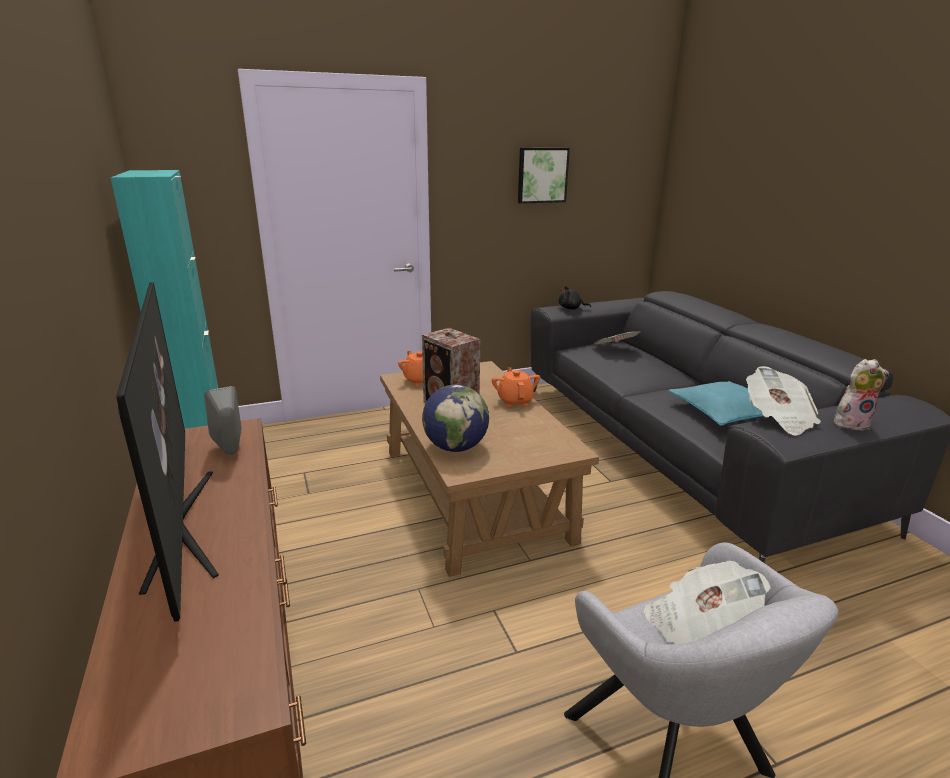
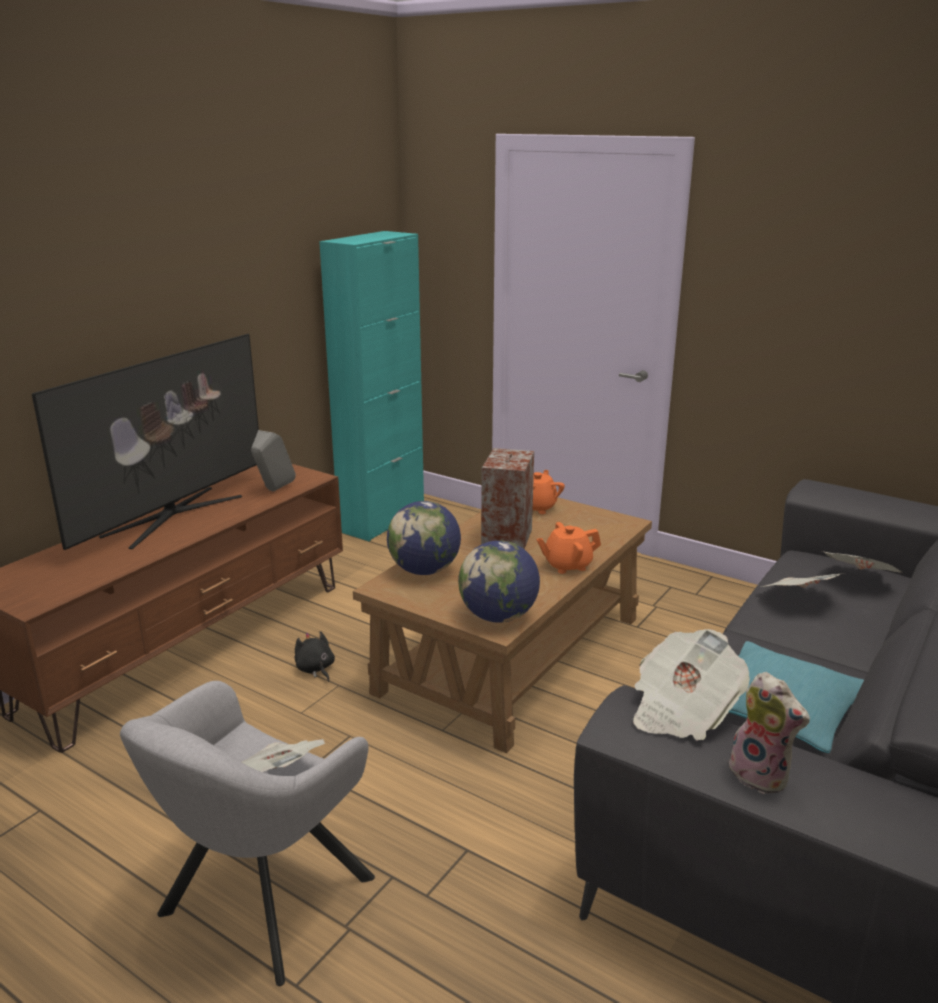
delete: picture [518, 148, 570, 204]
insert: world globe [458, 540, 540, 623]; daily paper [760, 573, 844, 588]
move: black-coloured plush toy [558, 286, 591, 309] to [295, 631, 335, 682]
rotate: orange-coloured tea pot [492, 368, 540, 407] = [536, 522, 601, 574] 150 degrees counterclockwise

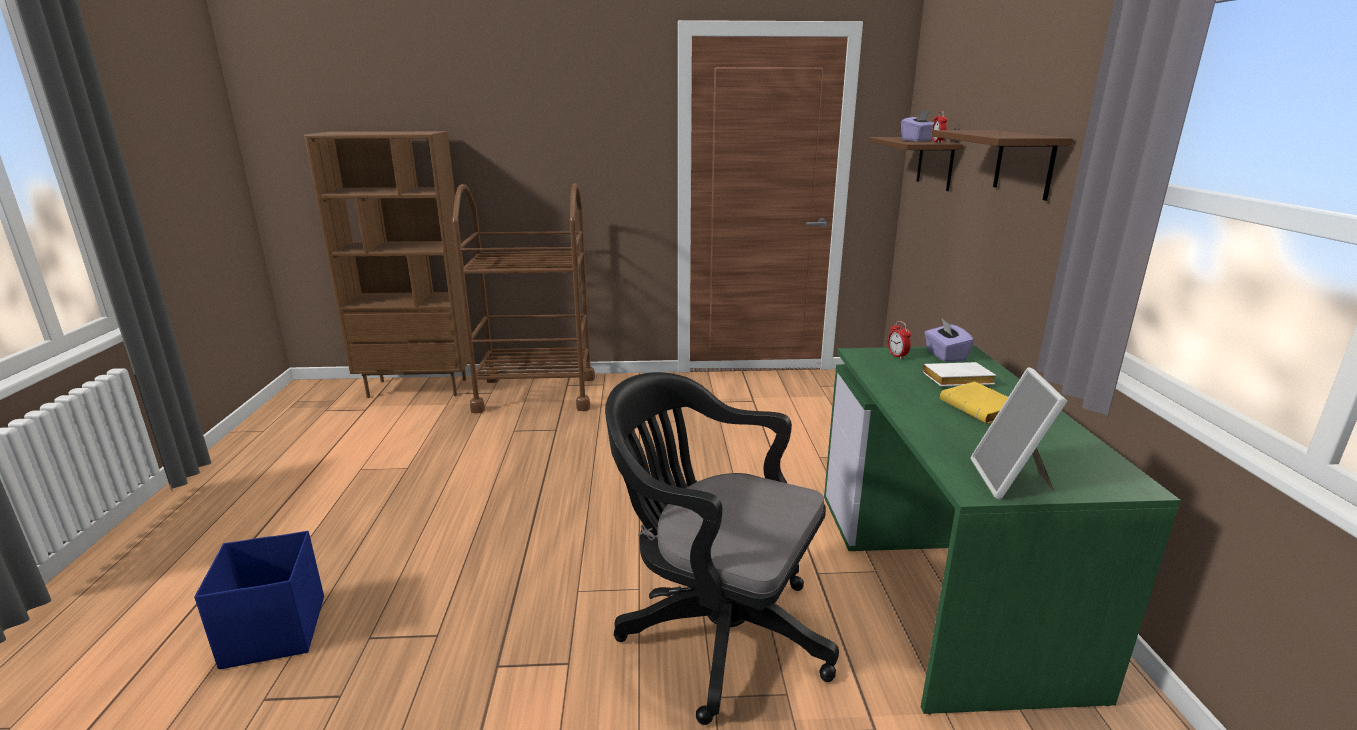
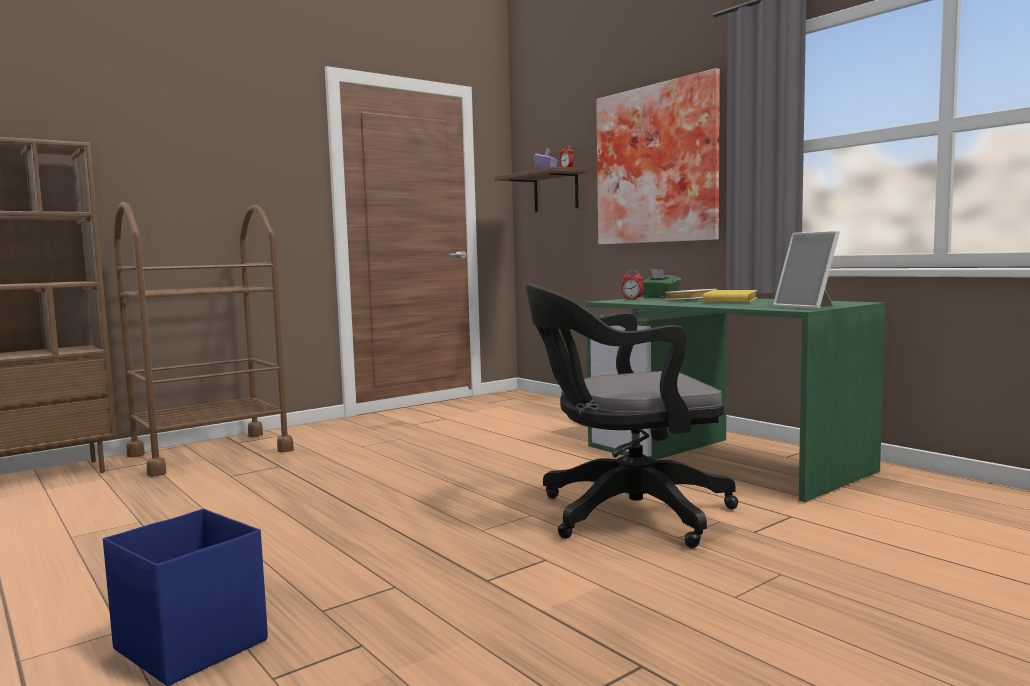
replace: brownish shelf [932, 130, 1073, 201] to picture [596, 68, 720, 244]
recolor: purplish tissue box [924, 319, 974, 362] to green tissue box [642, 269, 681, 298]

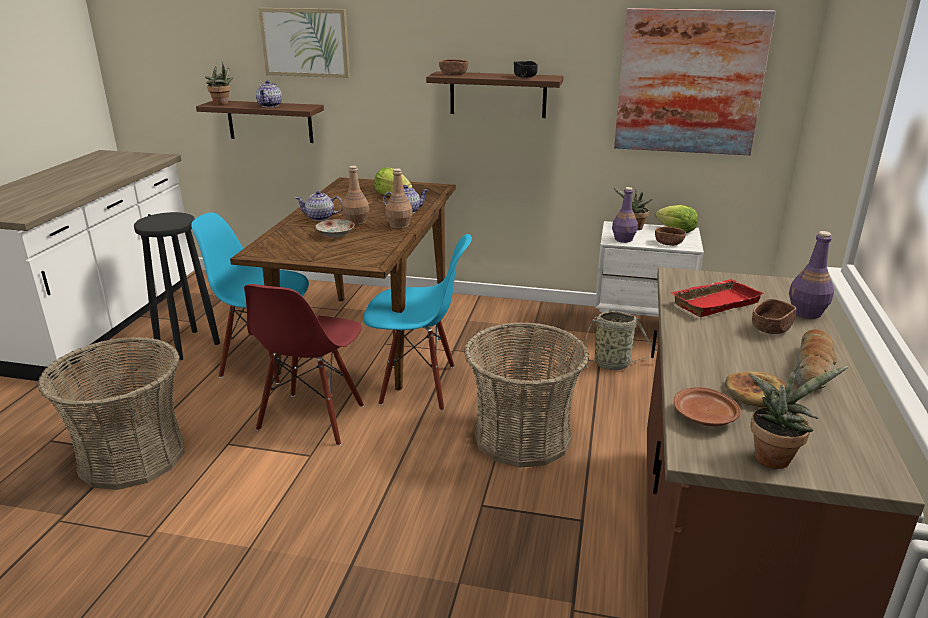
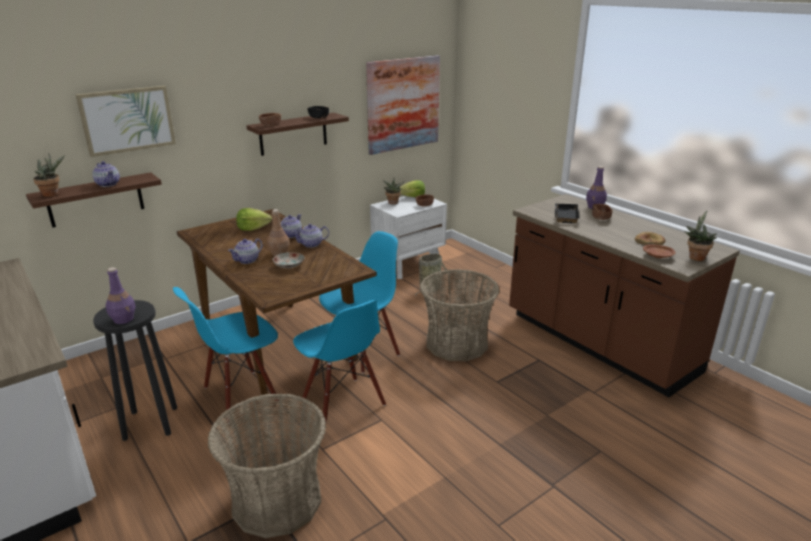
delete: bread [795, 329, 837, 390]
move: purplish drink bottle [612, 187, 638, 243] to [105, 267, 136, 324]
replace: brownish drink bottle [385, 168, 413, 229] to tea pot [291, 224, 329, 248]
recolor: red plain chair [244, 284, 364, 446] to bluish plain chair [293, 300, 386, 425]; red serving tray [670, 279, 765, 317] to black-coloured serving tray [555, 203, 580, 224]

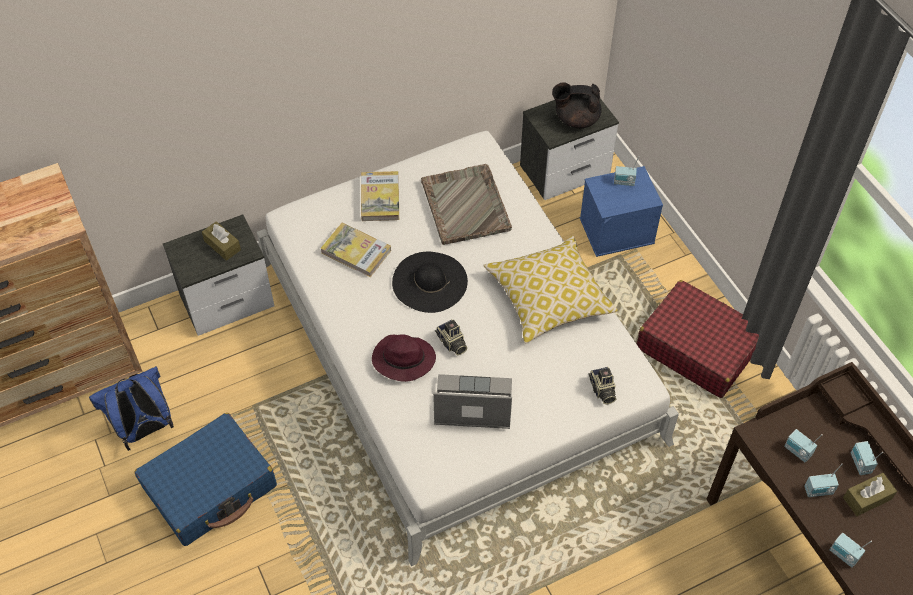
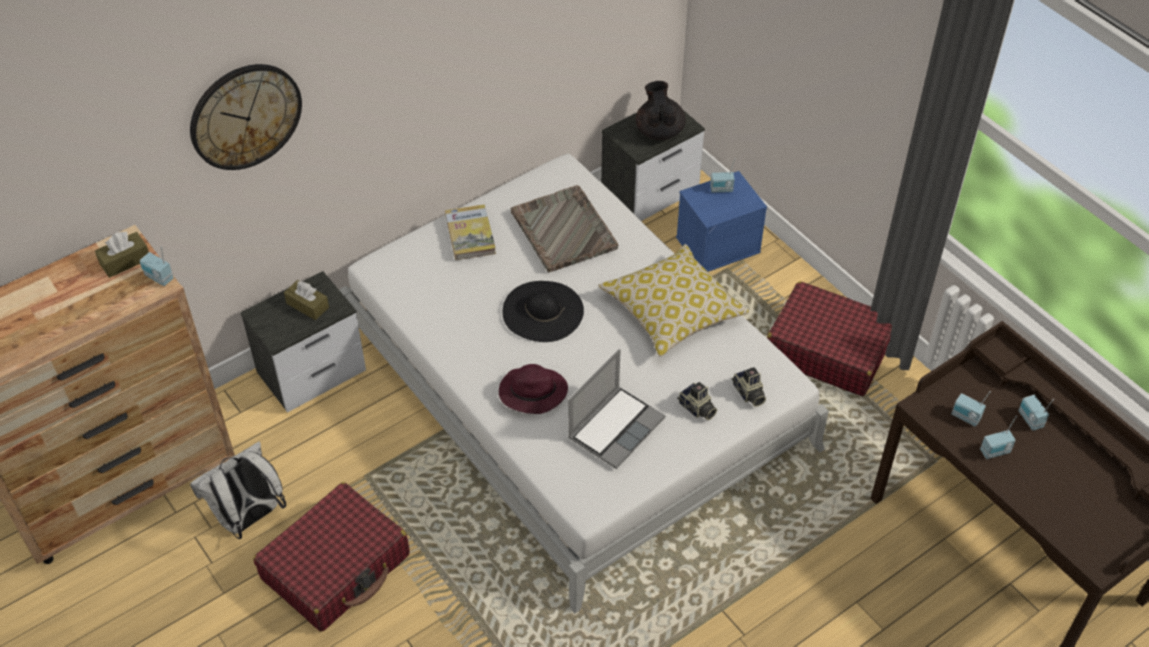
delete: book [320, 223, 391, 277]
insert: hanging clock [190, 64, 302, 170]
move: photo camera [435, 319, 467, 355] to [677, 382, 717, 420]; radio set [830, 533, 872, 568] to [140, 246, 174, 286]; brownish tissue box [843, 473, 897, 516] to [95, 231, 149, 278]
recolor: bluish knapsack [89, 366, 174, 451] to whitish knapsack [190, 441, 286, 539]; bluish travel case [134, 413, 277, 546] to red travel case [253, 482, 410, 632]
rotate: laptop [433, 374, 512, 429] = [568, 349, 666, 469] 135 degrees clockwise; black-coloured tea pot [552, 82, 602, 128] = [636, 81, 686, 140] 90 degrees clockwise

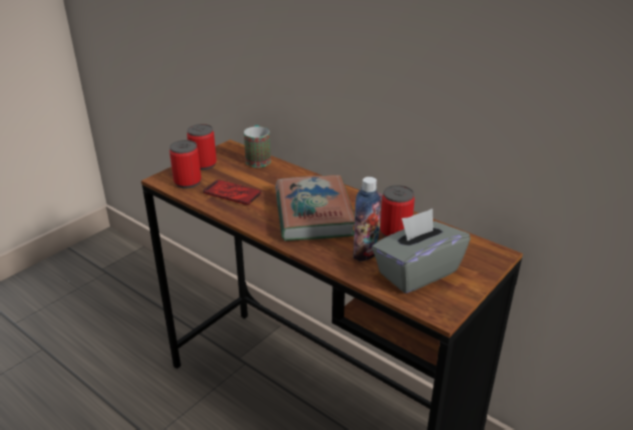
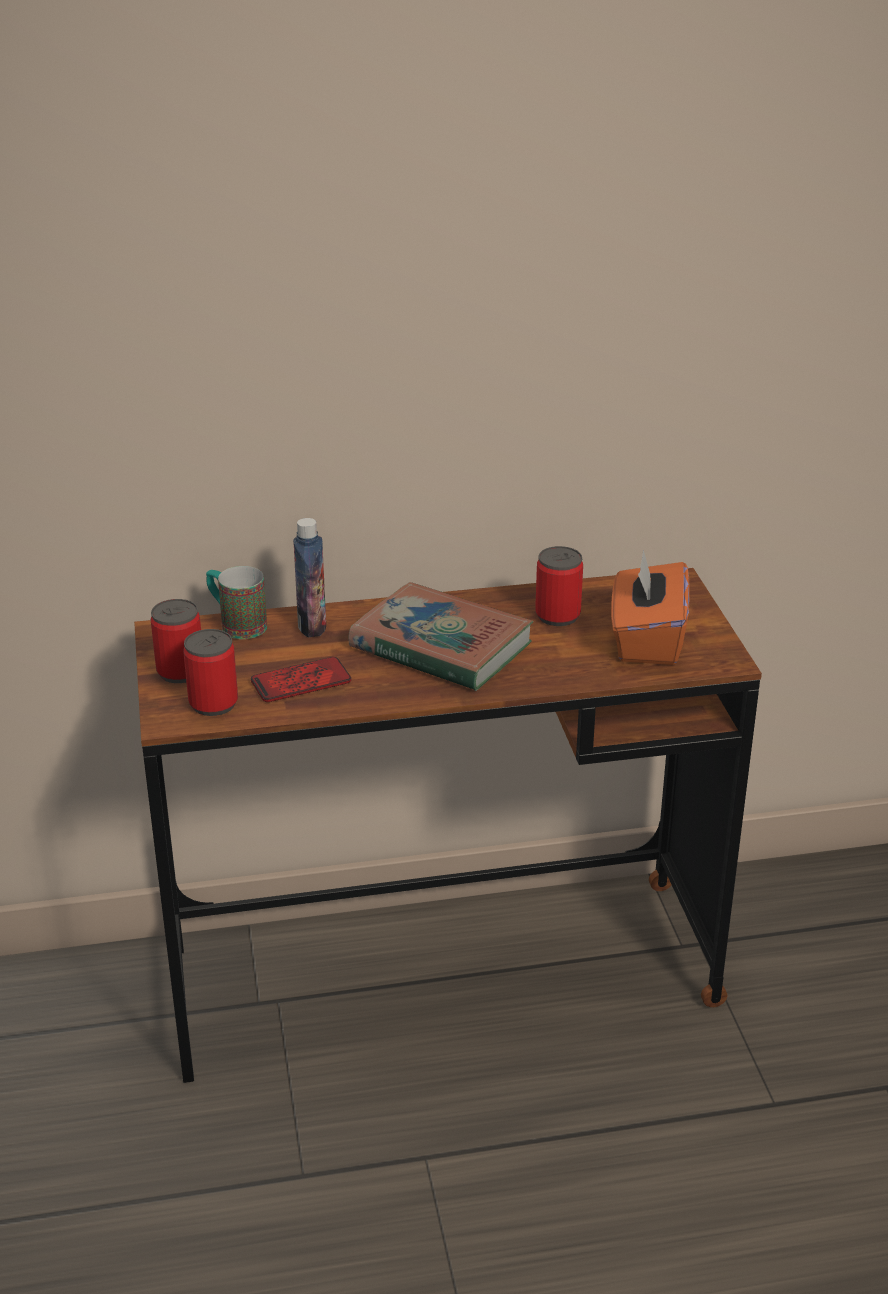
move: drink bottle [353, 177, 382, 262] to [293, 518, 326, 637]
recolor: grey tissue box [372, 208, 470, 293] to orange-coloured tissue box [611, 550, 690, 665]

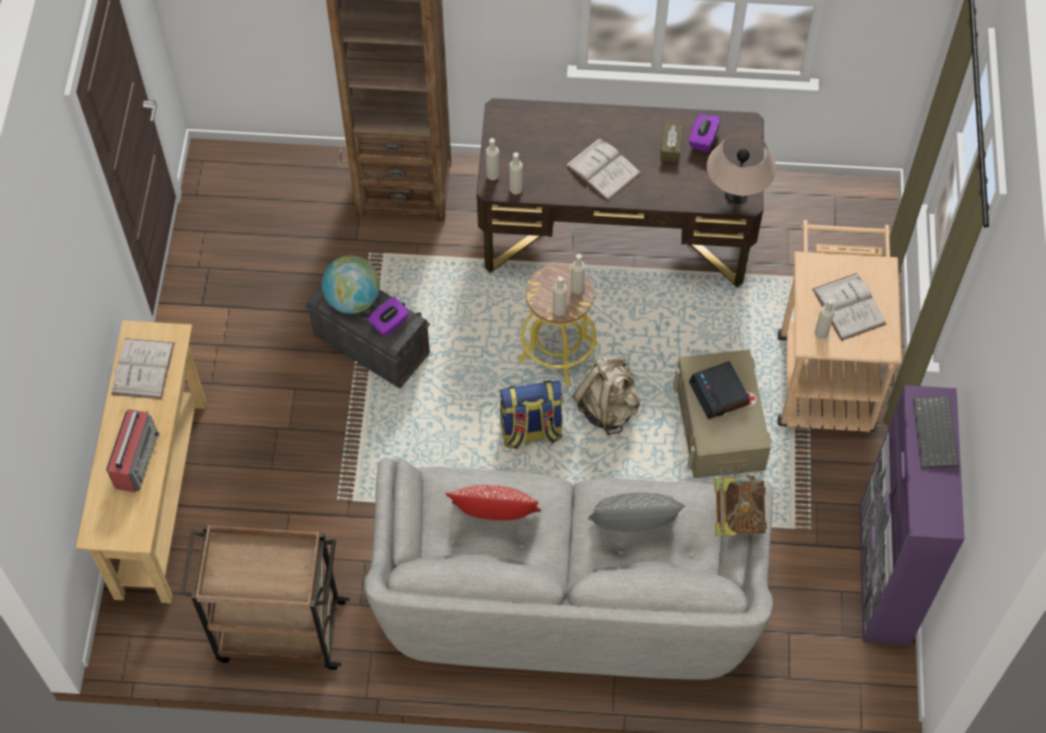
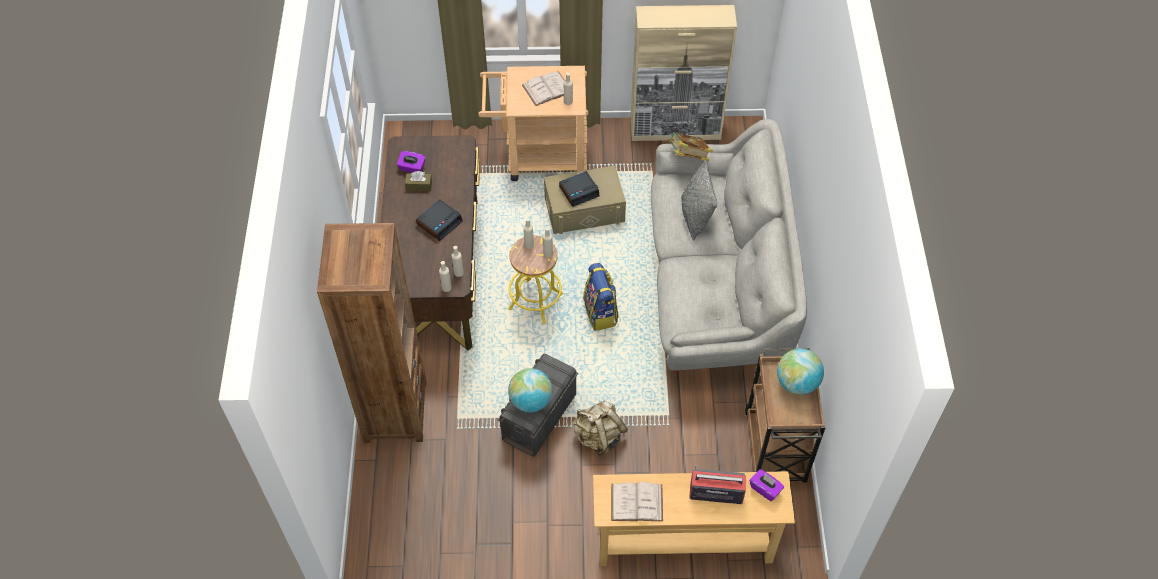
delete: pillow [445, 485, 541, 520]; beige-coloured lamp for a table [707, 131, 776, 204]; computer keyboard [913, 396, 959, 468]
insert: world globe [777, 349, 824, 395]
move: purplish tissue box [368, 297, 409, 337] to [750, 469, 784, 501]; beige-coloured knapsack [573, 356, 640, 435] to [572, 401, 628, 456]
replace: whitish book [565, 138, 642, 202] to table clock [416, 200, 463, 241]
recolor: purplish cabinet [860, 385, 965, 645] to beige-coloured cabinet [630, 5, 737, 141]

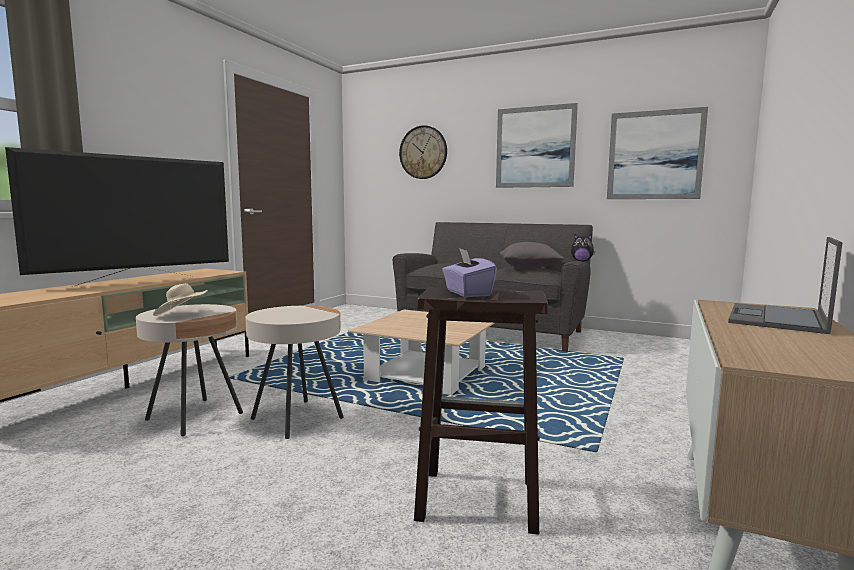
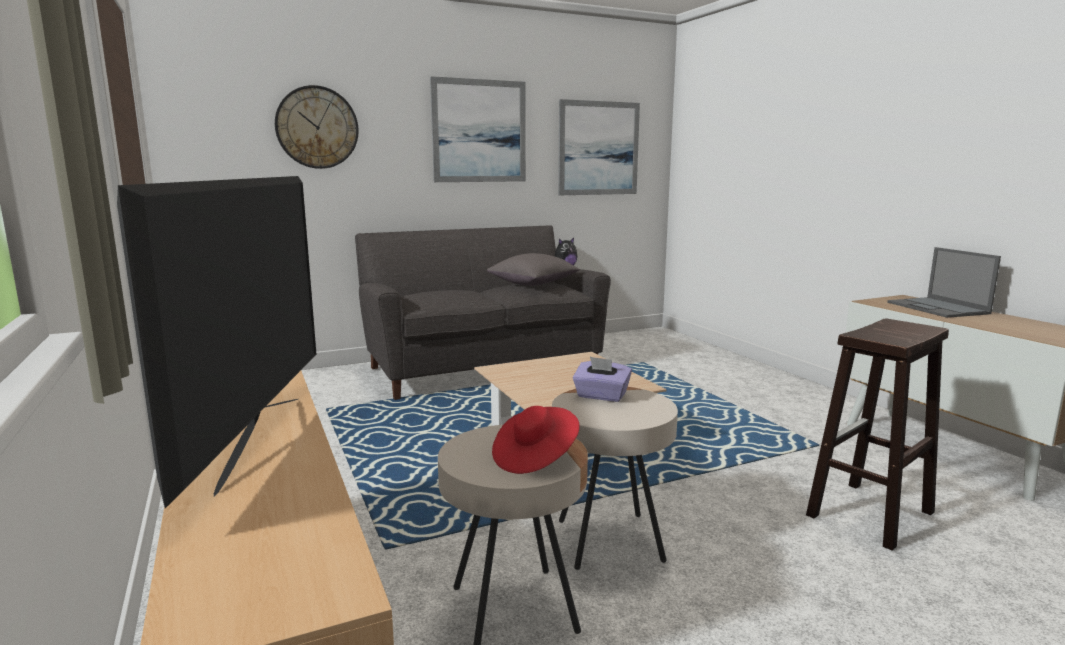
move: purplish tissue box [442, 248, 497, 297] to [573, 357, 632, 402]
recolor: beige-coloured hat [153, 284, 208, 316] to red hat [492, 406, 580, 474]

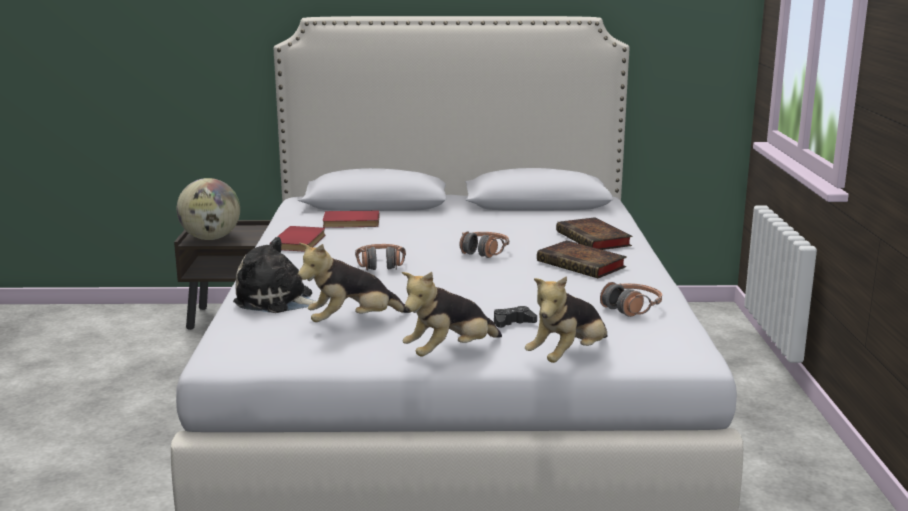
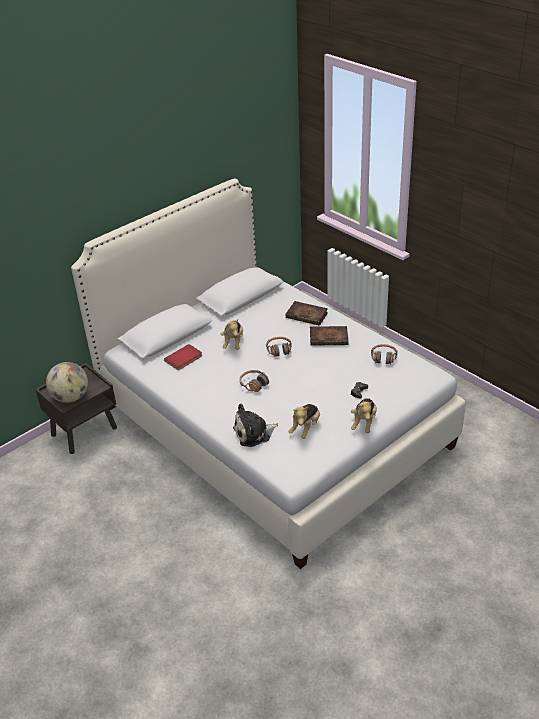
delete: red book [270, 226, 325, 252]
move: plush toy [525, 276, 607, 363] to [221, 320, 243, 350]

